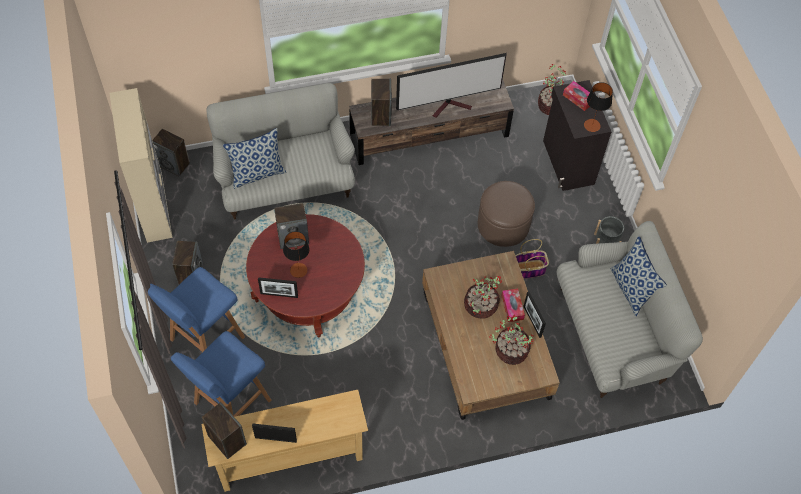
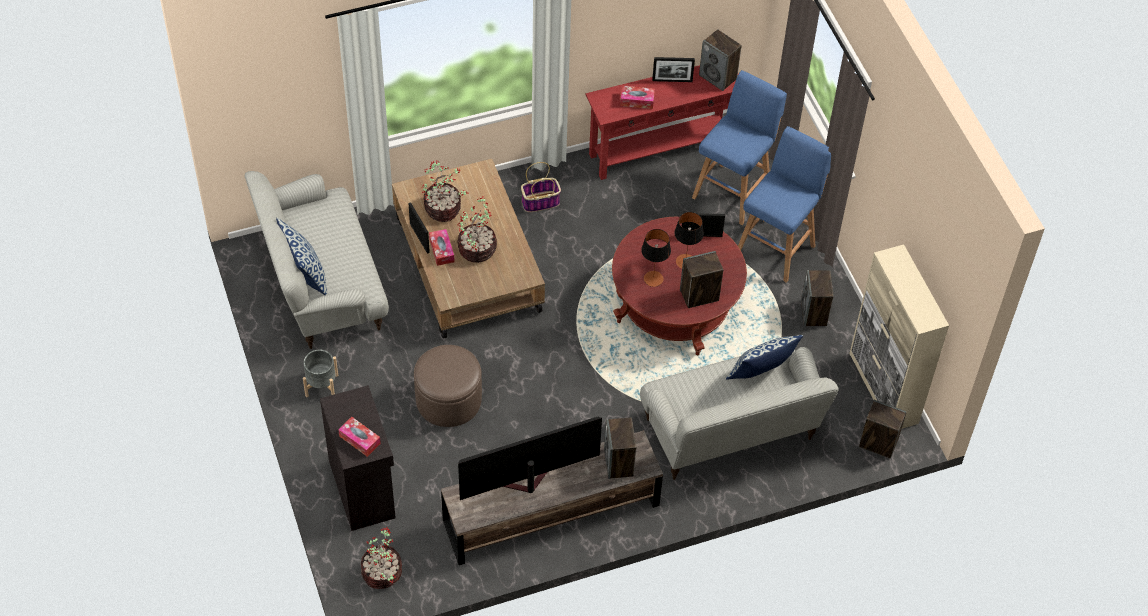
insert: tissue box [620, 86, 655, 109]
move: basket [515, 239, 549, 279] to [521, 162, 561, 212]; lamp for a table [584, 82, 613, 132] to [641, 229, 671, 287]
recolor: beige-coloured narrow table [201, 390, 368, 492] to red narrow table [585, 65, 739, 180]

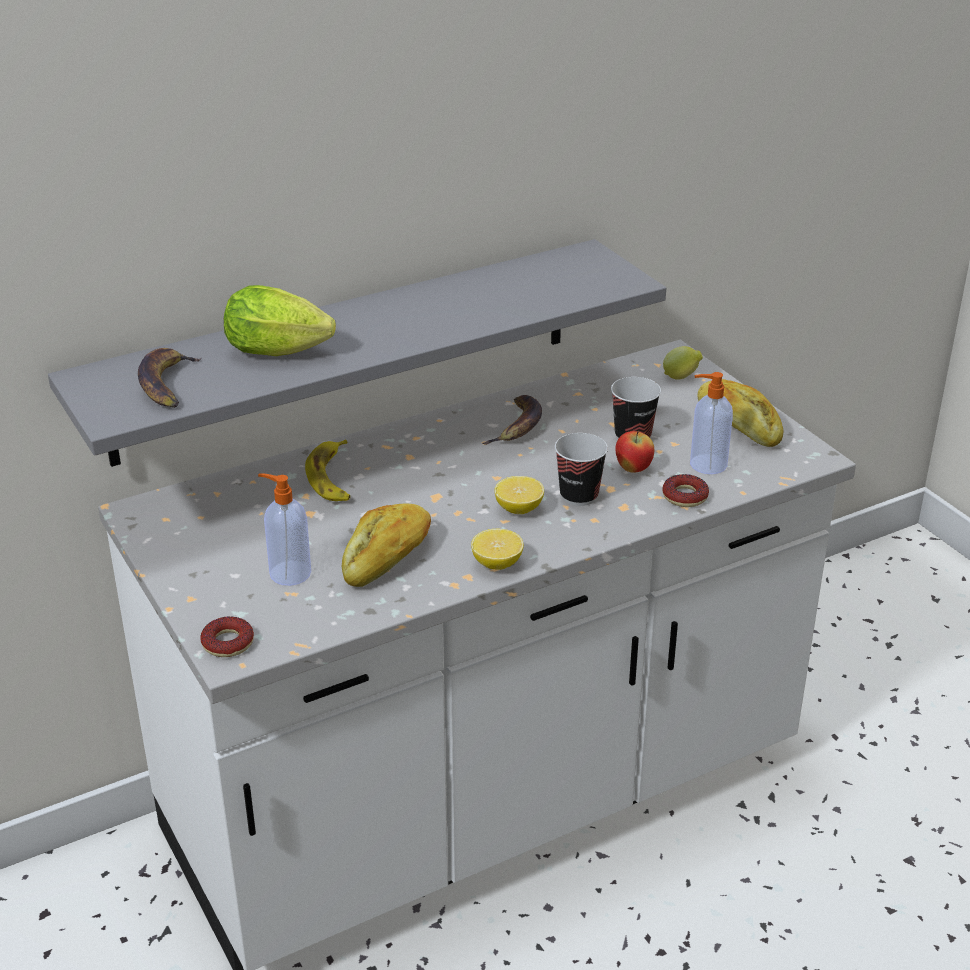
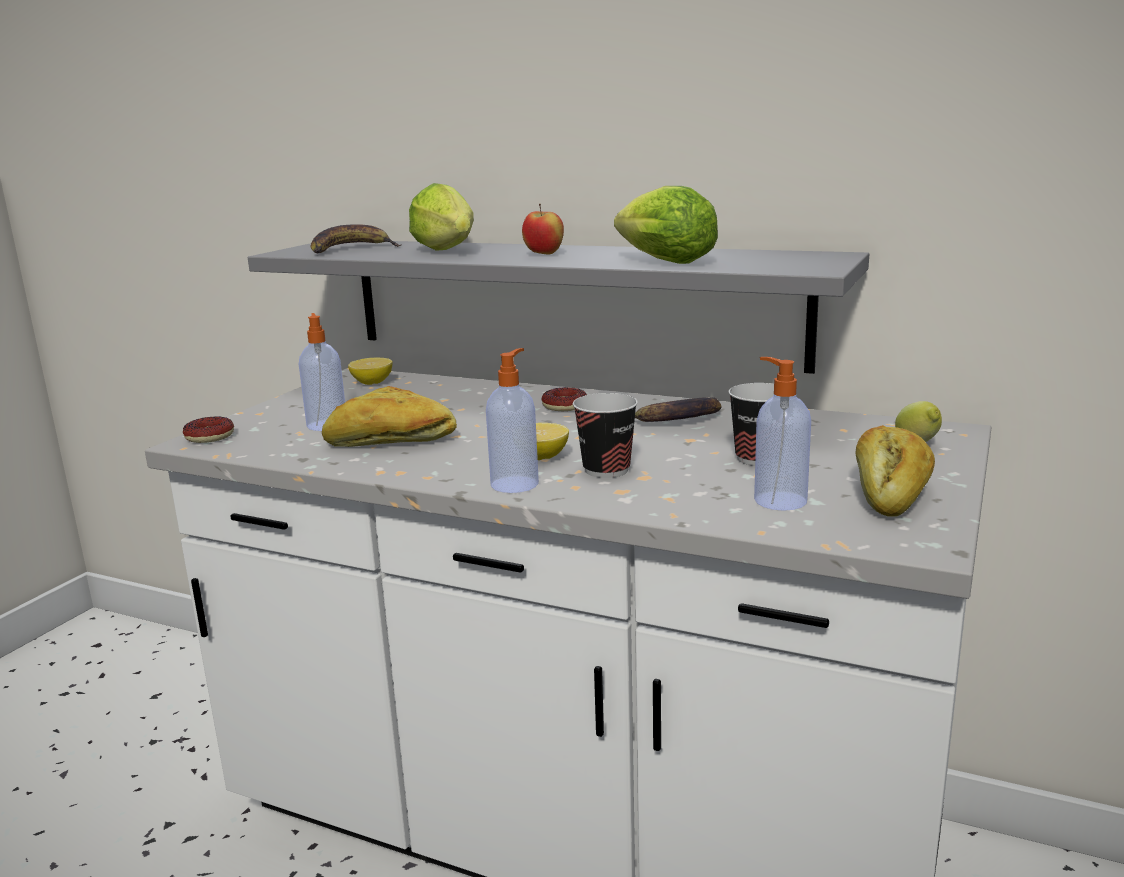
delete: banana fruit [305, 440, 350, 501]
insert: liquid soap bottle [486, 348, 539, 493]; lettuce [614, 186, 718, 264]
move: citrus fruit [471, 529, 524, 570] to [348, 358, 393, 385]; whole apple [616, 431, 654, 473] to [522, 204, 564, 255]; donut [662, 474, 709, 507] to [542, 387, 587, 411]

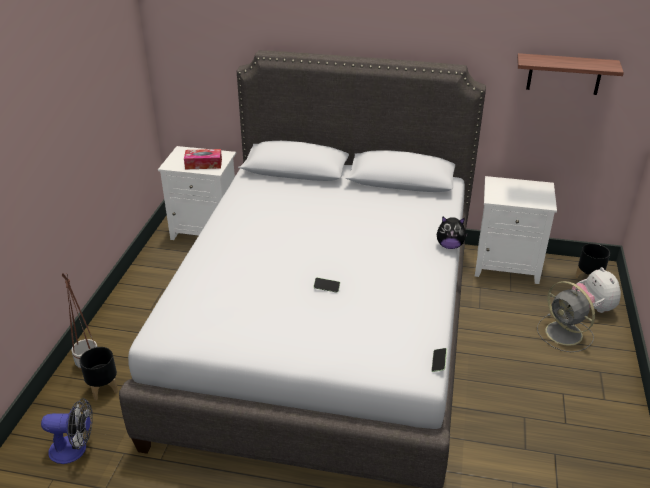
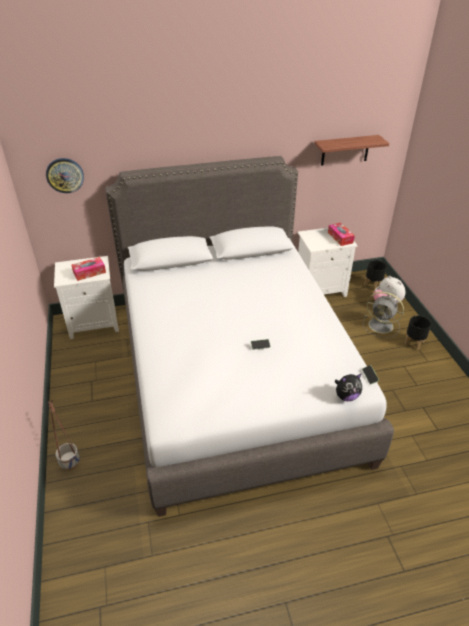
delete: fan [41, 398, 93, 464]
insert: hanging clock [46, 158, 84, 193]; tissue box [328, 223, 355, 246]
move: black-coloured flower pot [79, 347, 118, 401] to [405, 315, 431, 350]; plush toy [437, 216, 468, 249] to [334, 373, 362, 401]

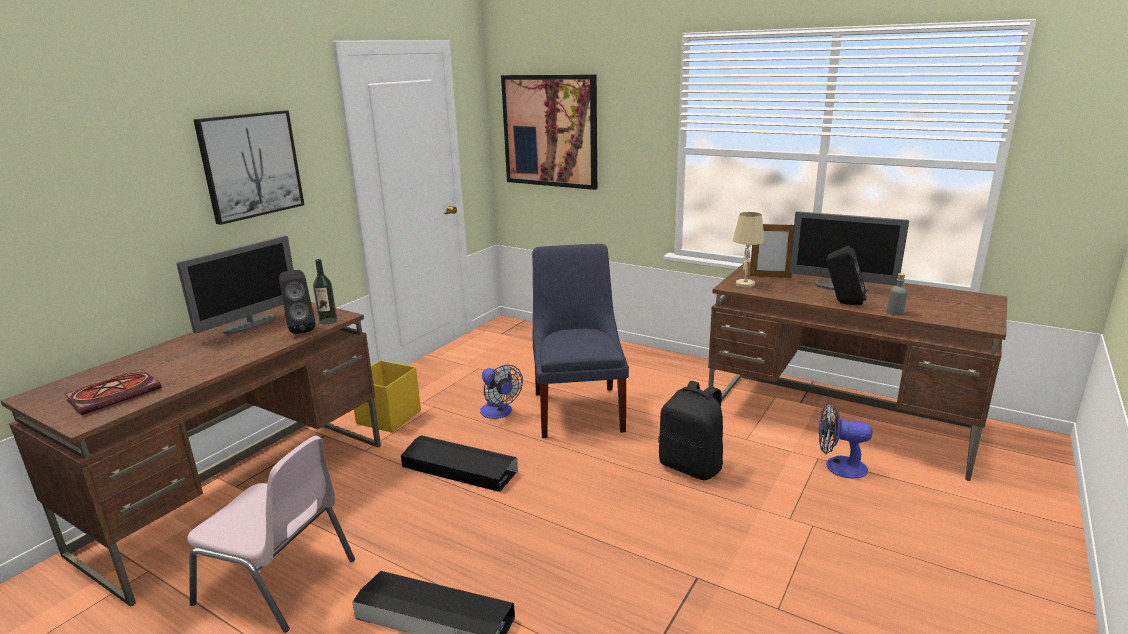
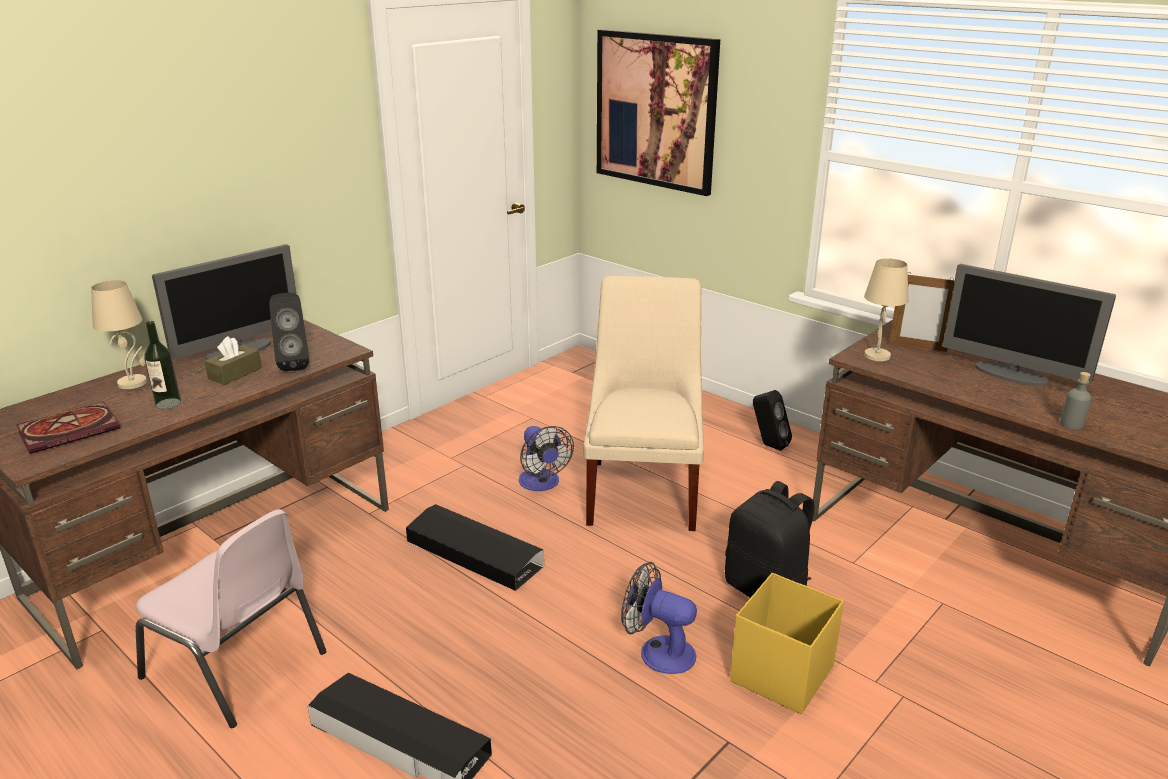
delete: picture [193, 111, 304, 225]
insert: beige-coloured lamp for a table [91, 280, 147, 389]; brownish tissue box [204, 336, 262, 385]
move: drink bottle [313, 259, 337, 324] to [144, 321, 181, 409]; yellowish storage bin [354, 360, 421, 433] to [730, 573, 844, 714]; fan [819, 402, 872, 479] to [621, 562, 697, 674]; black-coloured audio speaker [826, 245, 867, 305] to [753, 390, 792, 451]
recolor: bluish plain chair [532, 244, 629, 438] to beige-coloured plain chair [583, 276, 704, 531]

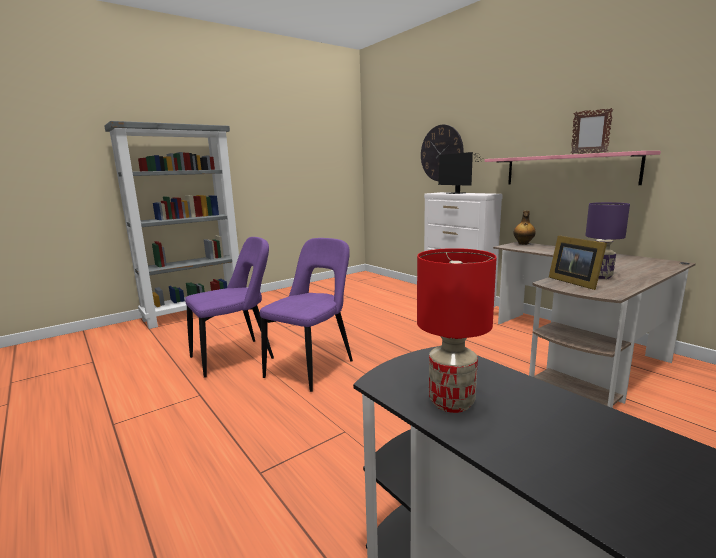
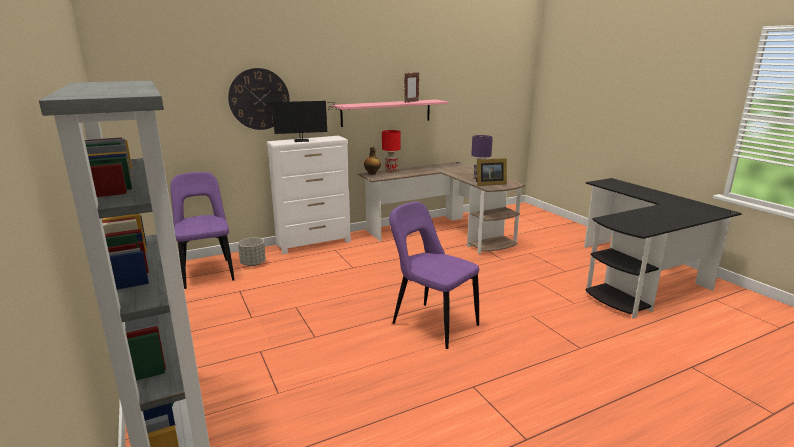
insert: grey flower pot [238, 238, 266, 266]
move: purplish plain chair [185, 237, 274, 378] to [170, 172, 235, 289]; red lamp for a table [417, 248, 497, 413] to [382, 130, 401, 172]

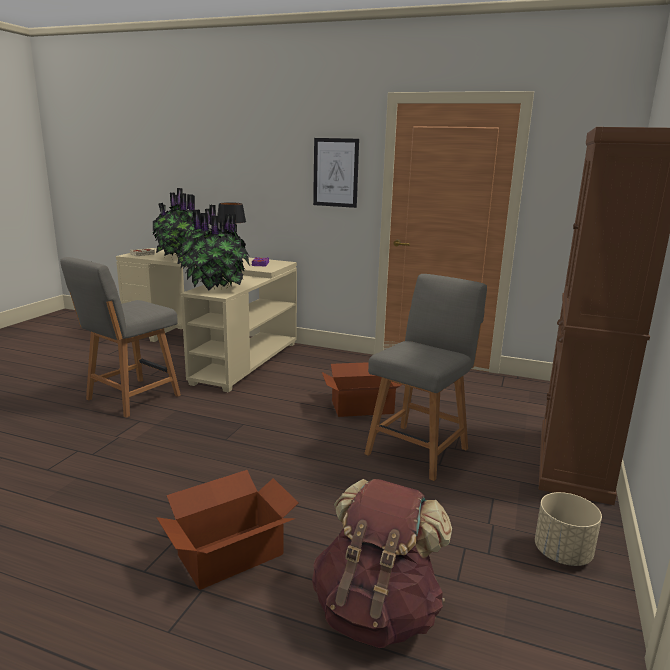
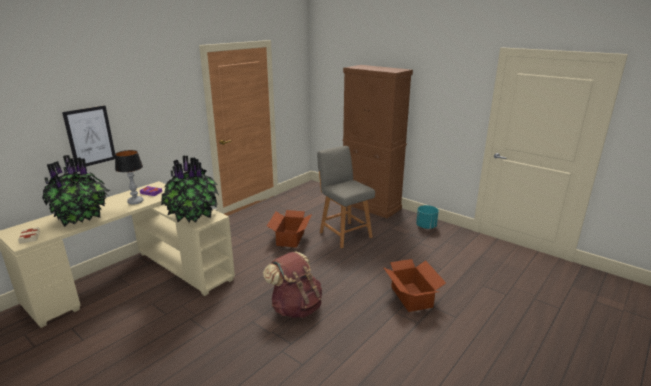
delete: grey plain chair [60, 257, 181, 418]
move: brownish knapsack [312, 479, 452, 648] to [263, 252, 322, 318]; picture [313, 138, 359, 208] to [62, 105, 115, 167]
recolor: beige-coloured flower pot [535, 492, 602, 566] to turquoise flower pot [416, 205, 439, 229]

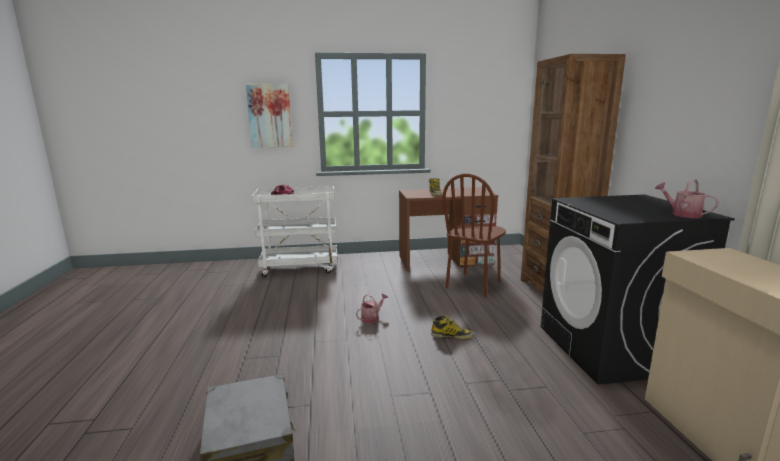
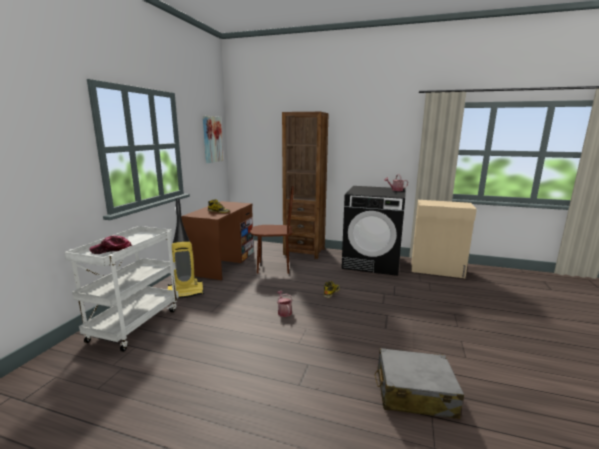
insert: vacuum cleaner [168, 198, 204, 298]
move: picture [246, 83, 293, 148] to [203, 116, 223, 163]
rotate: brownish plain chair [442, 174, 506, 297] = [250, 186, 294, 274] 60 degrees counterclockwise

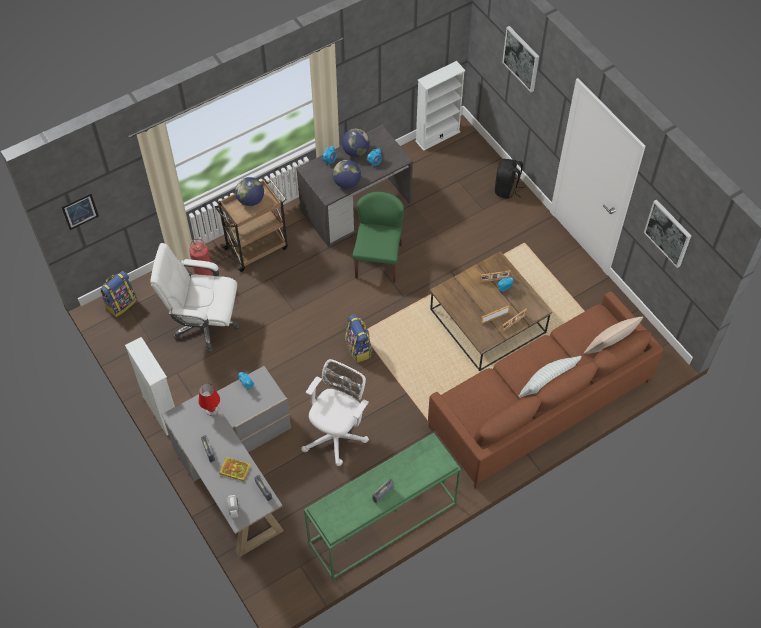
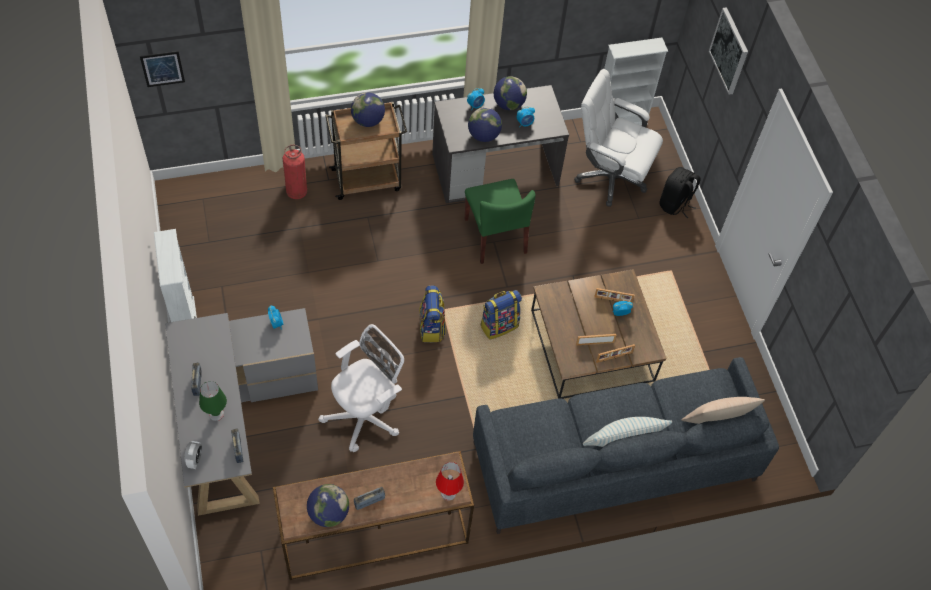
delete: picture [644, 199, 691, 268]
insert: world globe [307, 484, 349, 527]
move: knapsack [100, 271, 137, 317] to [480, 290, 522, 340]; whitish computer chair [150, 243, 240, 353] to [574, 69, 663, 207]; red lamp for a table [198, 383, 220, 416] to [436, 462, 464, 500]
replace: book [219, 457, 251, 482] to green lamp for a table [199, 381, 227, 421]
recolor: green narrow table [304, 433, 461, 580] to brownish narrow table [273, 451, 474, 580]; brownish settee [428, 291, 663, 489] to grey settee [473, 357, 779, 534]
rotate: green plain chair [352, 192, 404, 283] = [465, 179, 536, 264] 135 degrees clockwise

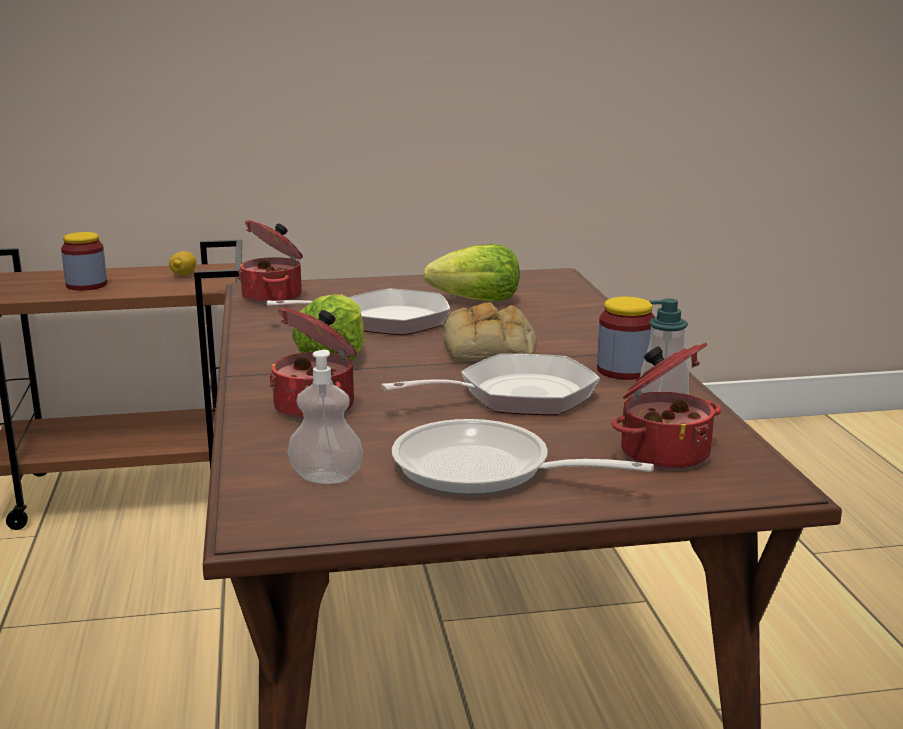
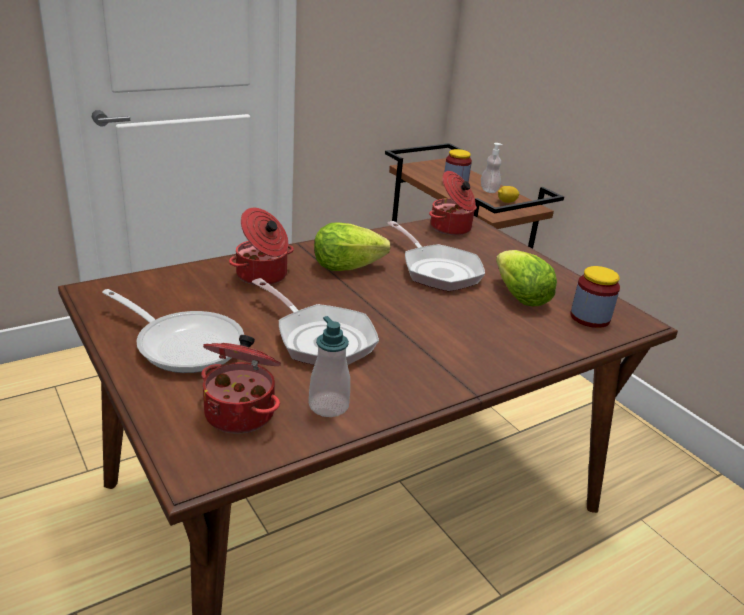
delete: bread [443, 302, 537, 361]
move: liquid soap bottle [288, 350, 363, 484] to [481, 143, 503, 193]; storage jar [597, 297, 655, 380] to [570, 266, 620, 328]
rotate: skillet [392, 419, 654, 495] = [102, 289, 244, 373] 120 degrees clockwise

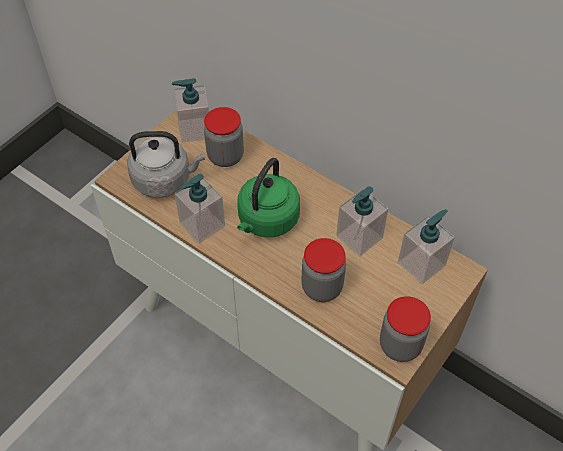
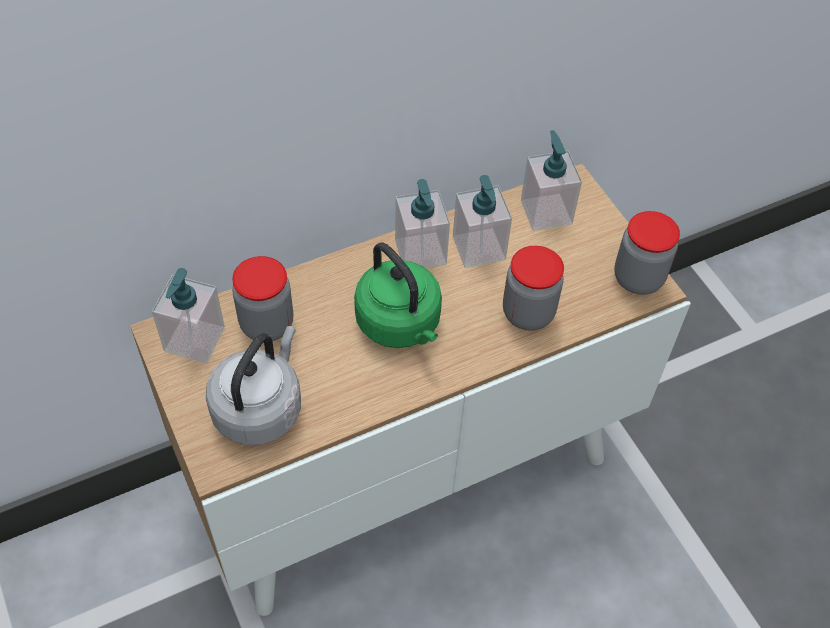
move: liquid soap bottle [174, 174, 225, 243] to [395, 179, 450, 268]

